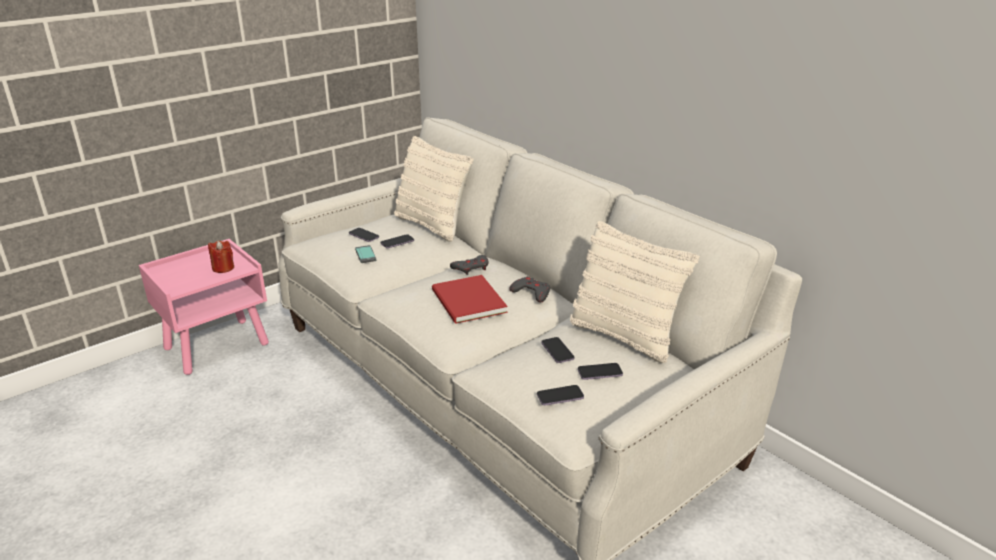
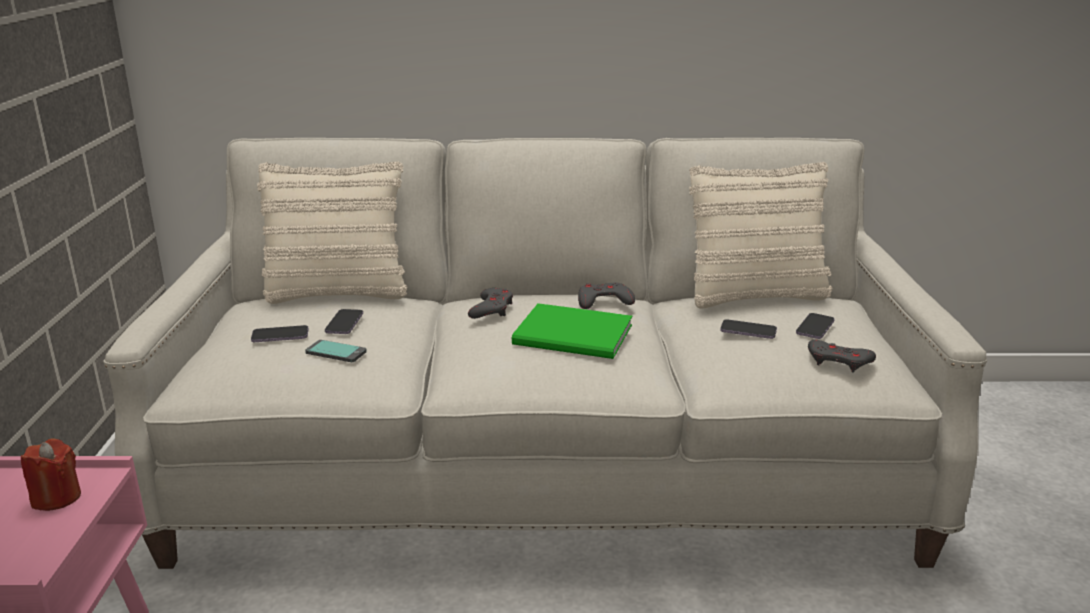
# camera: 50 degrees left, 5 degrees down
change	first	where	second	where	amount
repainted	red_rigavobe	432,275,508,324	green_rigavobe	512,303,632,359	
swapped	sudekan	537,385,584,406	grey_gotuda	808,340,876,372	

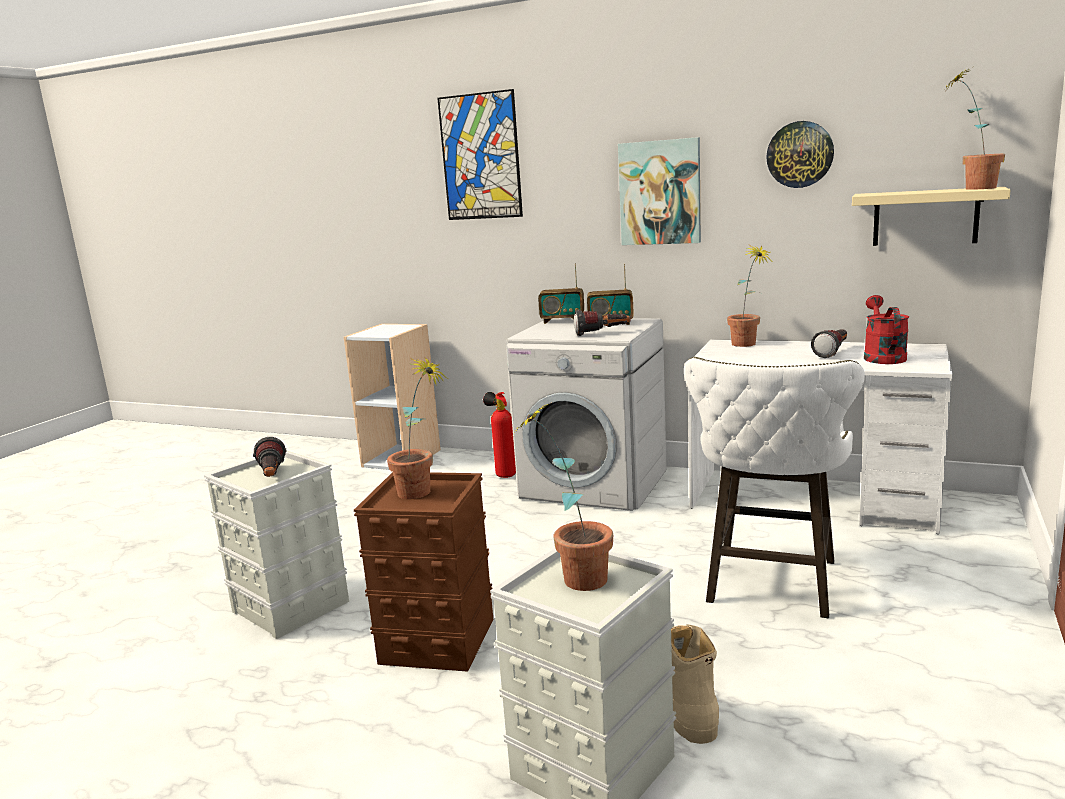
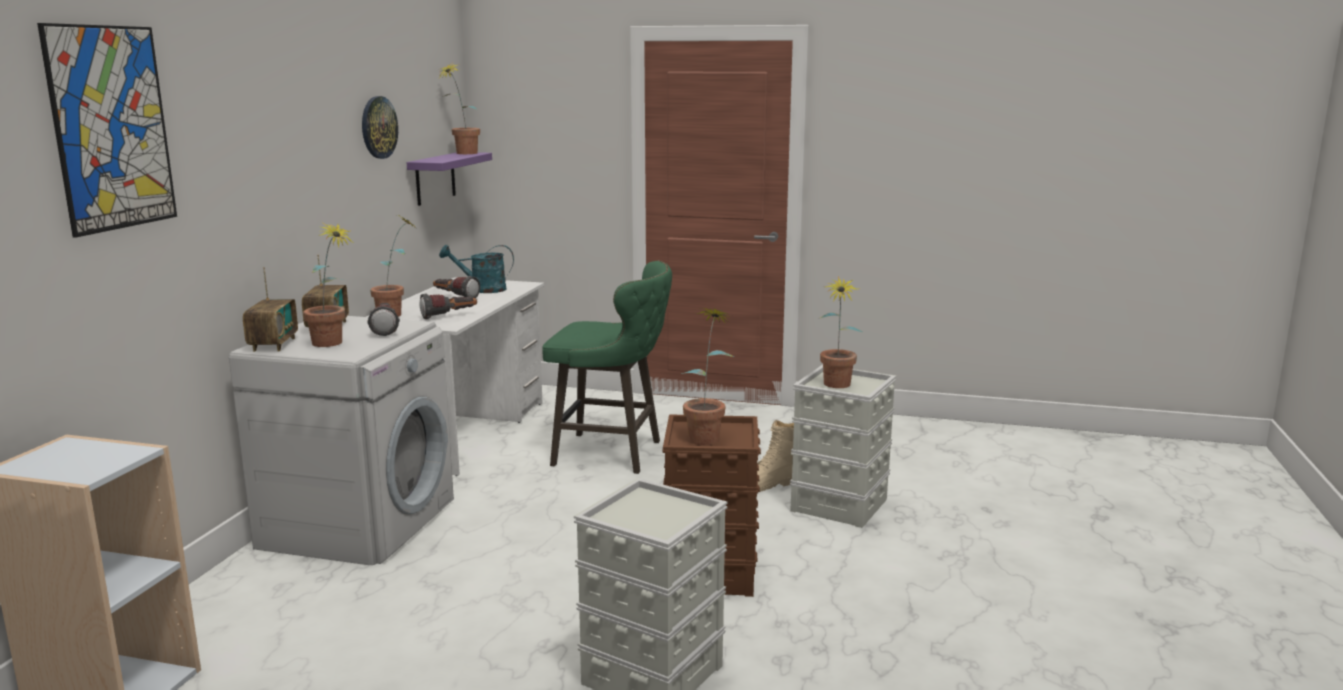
# camera: 100 degrees left, 0 degrees up
change	first	where	second	where	amount
gone	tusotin	618,137,701,245			
repainted	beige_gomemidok	852,187,1011,246	purple_gomemidok	407,152,492,206	
repainted	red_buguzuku	864,295,909,364	turquoise_buguzuku	439,245,514,293	
repainted	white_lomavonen	684,357,865,618	green_lomavonen	542,260,672,474	
gone	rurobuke	483,392,516,478			
shifted	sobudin	253,437,287,477		420,293,477,319	
new			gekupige	303,222,353,347	

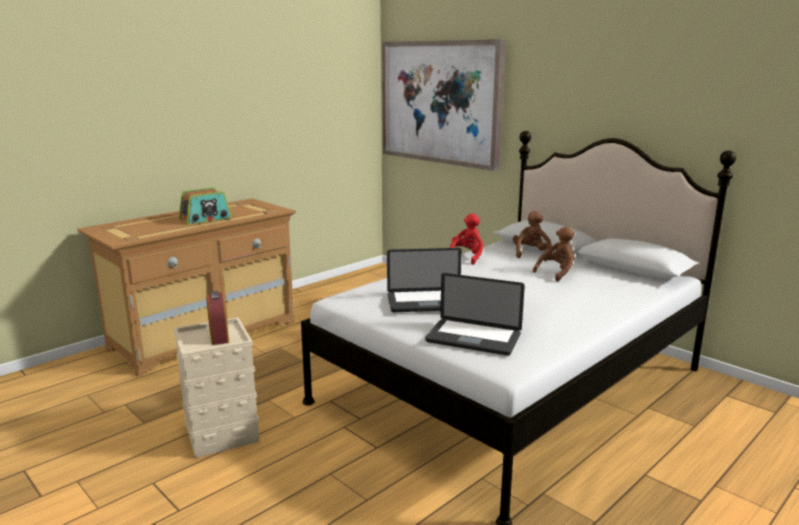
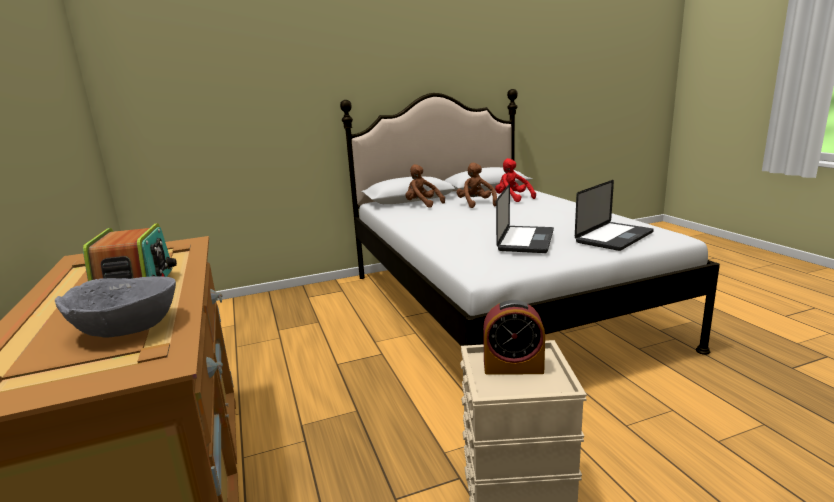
# camera: 65 degrees left, 0 degrees up
change	first	where	second	where	amount
gone	tusotin	382,39,506,171			
shifted	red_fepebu	450,213,484,265		495,158,536,202	
new			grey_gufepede	55,276,176,338	

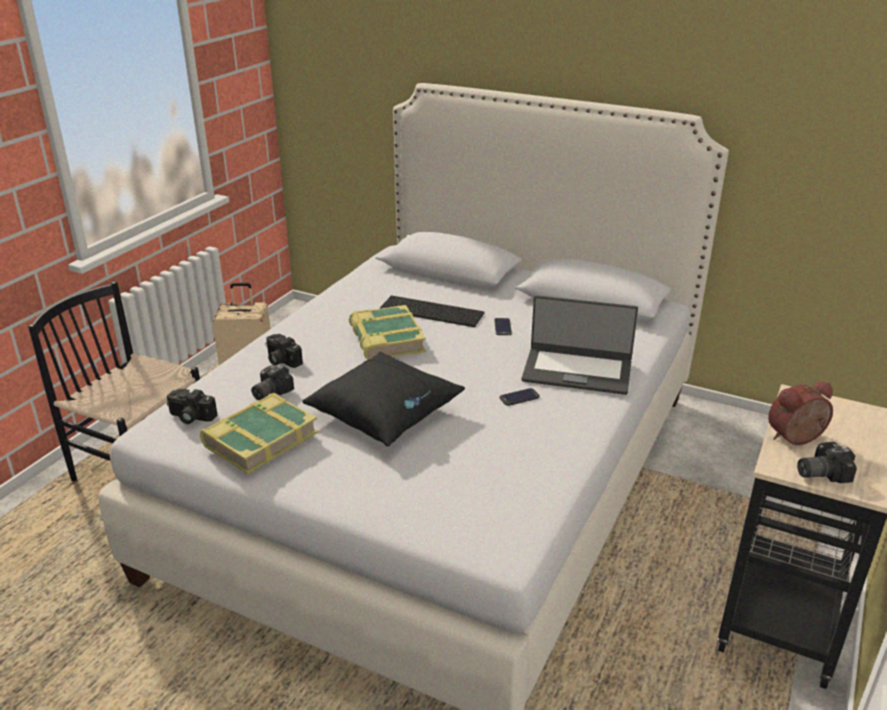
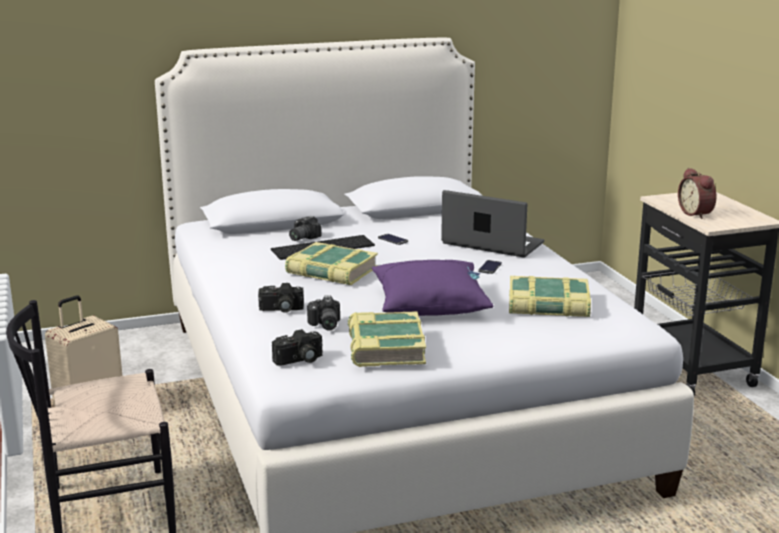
# camera: 45 degrees left, 10 degrees down
change	first	where	second	where	amount
rotated	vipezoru	521,295,638,395		441,190,544,258	120 degrees counterclockwise
repainted	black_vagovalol	302,352,465,446	purple_vagovalol	372,260,494,316	
rotated	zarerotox	768,382,833,445		678,168,716,219	45 degrees counterclockwise
shifted	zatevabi	797,442,857,483		289,216,321,241	
new			rigavobe	509,276,591,317	

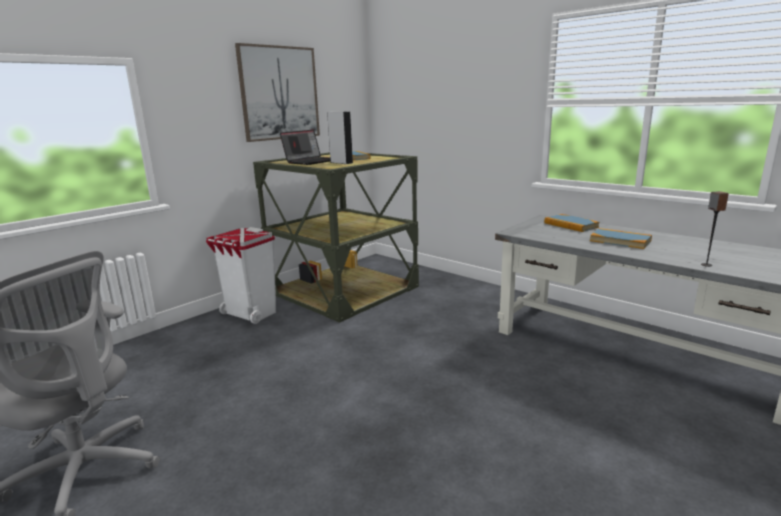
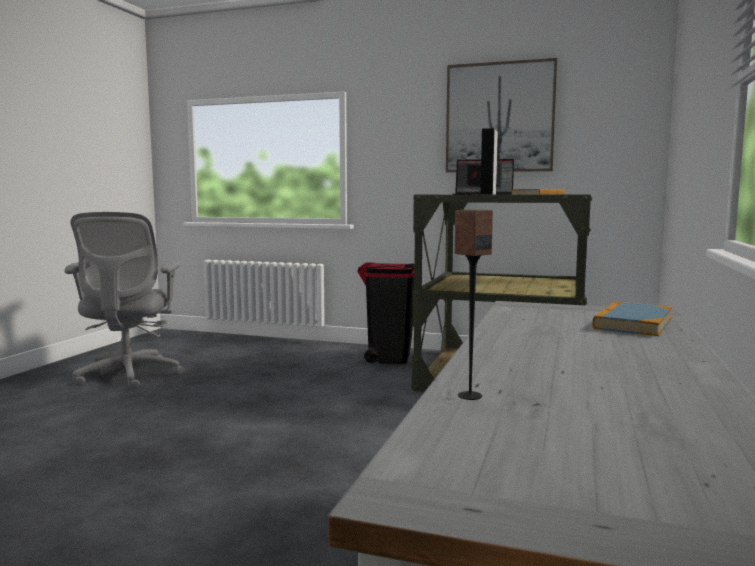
# camera: 65 degrees right, 10 degrees down
change	first	where	second	where	amount
repainted	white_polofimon	206,227,276,324	black_polofimon	357,262,414,364	
gone	rigavobe	590,228,652,249			

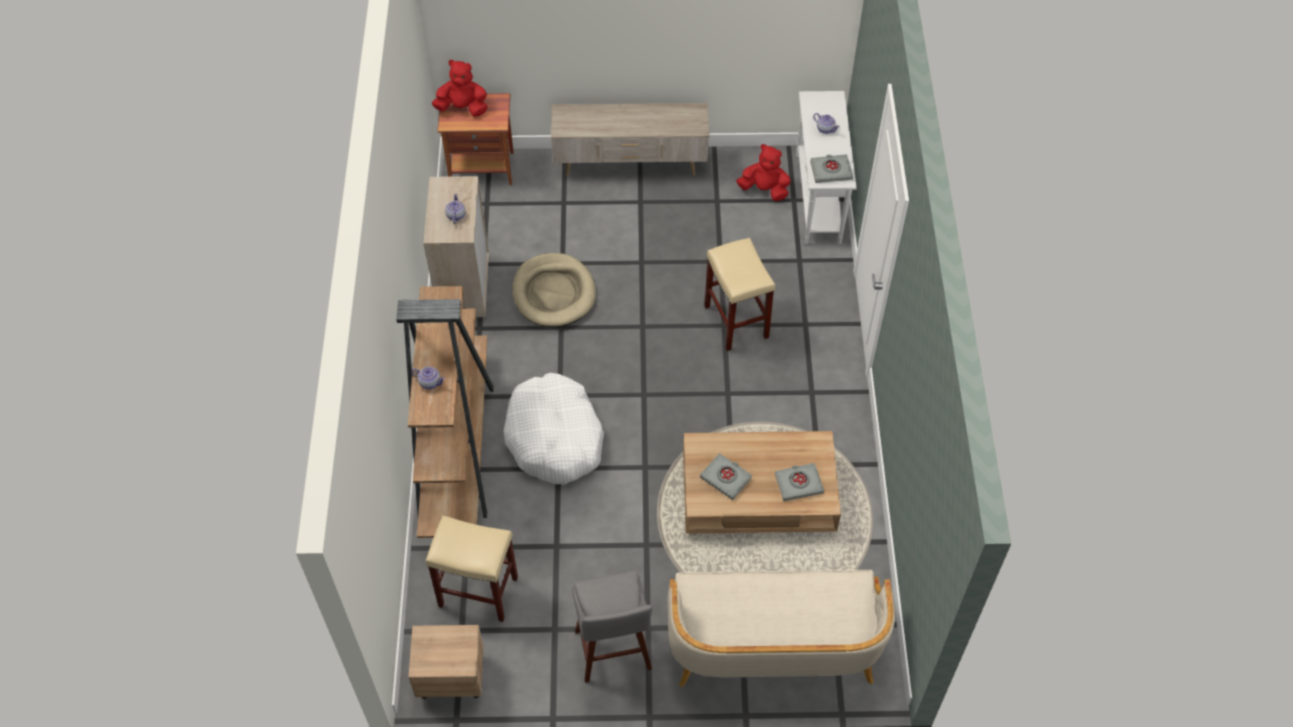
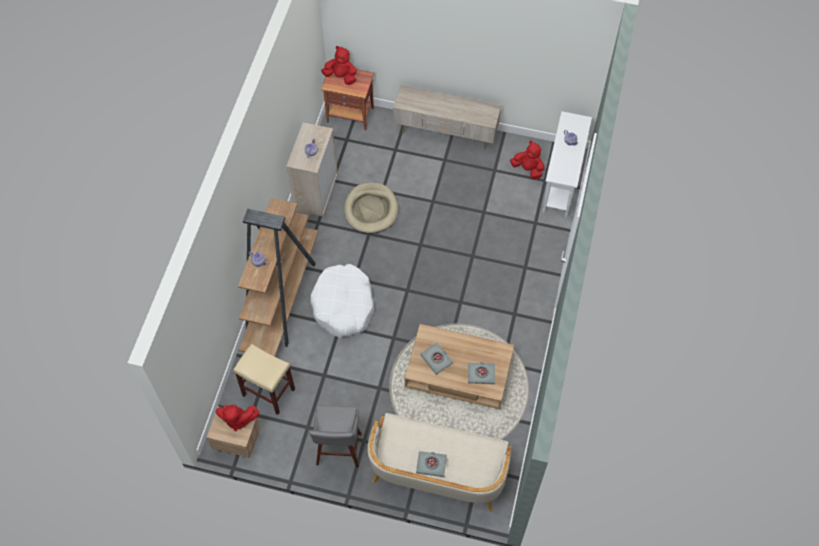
# camera: 15 degrees right, 5 degrees up
change	first	where	second	where	amount
shifted	grey_rigavobe	810,154,853,183		416,451,447,477	
gone	beige_lomavonen	704,238,775,351			
new			red_fepebu	216,404,259,431	

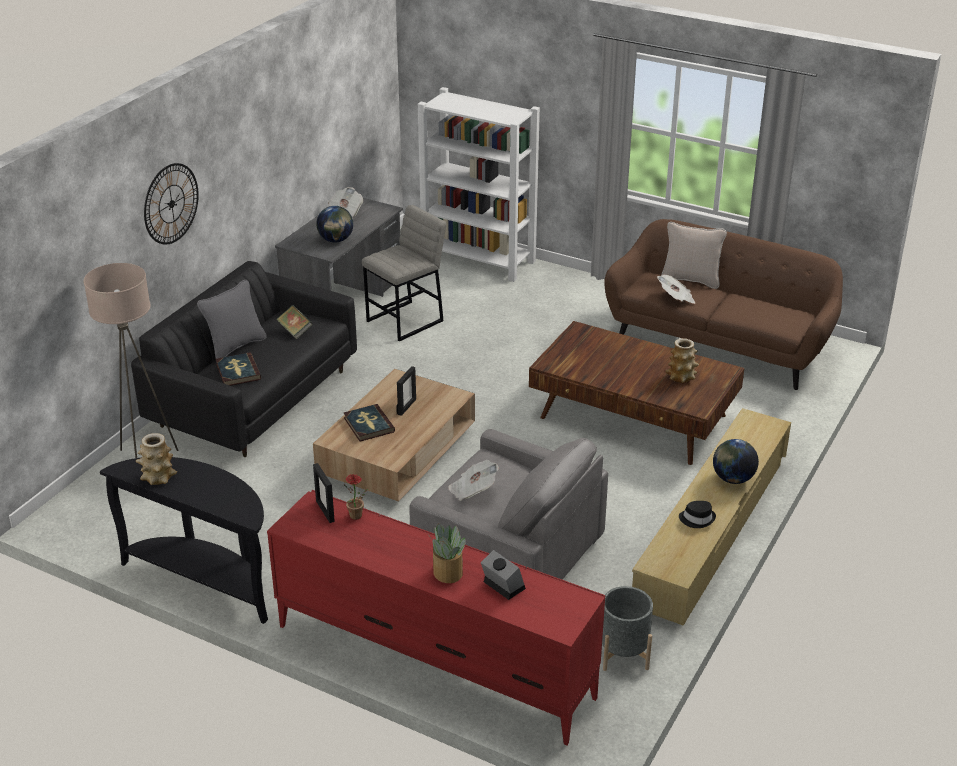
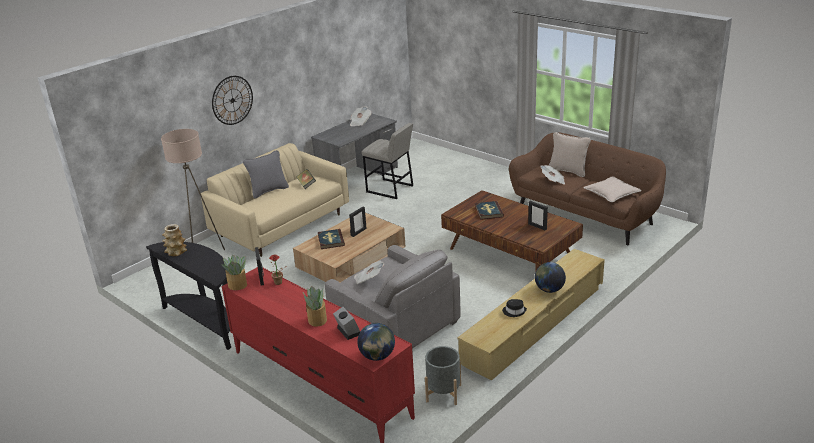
# camera: 15 degrees right, 5 degrees down
change	first	where	second	where	amount
gone	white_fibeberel	418,87,540,282			
rotated	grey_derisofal	362,205,446,342		362,123,413,199	60 degrees clockwise
shifted	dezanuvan	316,206,353,243		357,323,395,361	
repainted	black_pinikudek	131,261,357,457	beige_pinikudek	201,143,349,257	
swapped	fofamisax	665,338,699,383	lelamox	528,201,548,230	
shifted	rigavobe	216,352,261,386		475,201,504,220	
new			beige_vagovalol	584,176,642,202	
new			gekupige	221,255,247,290	

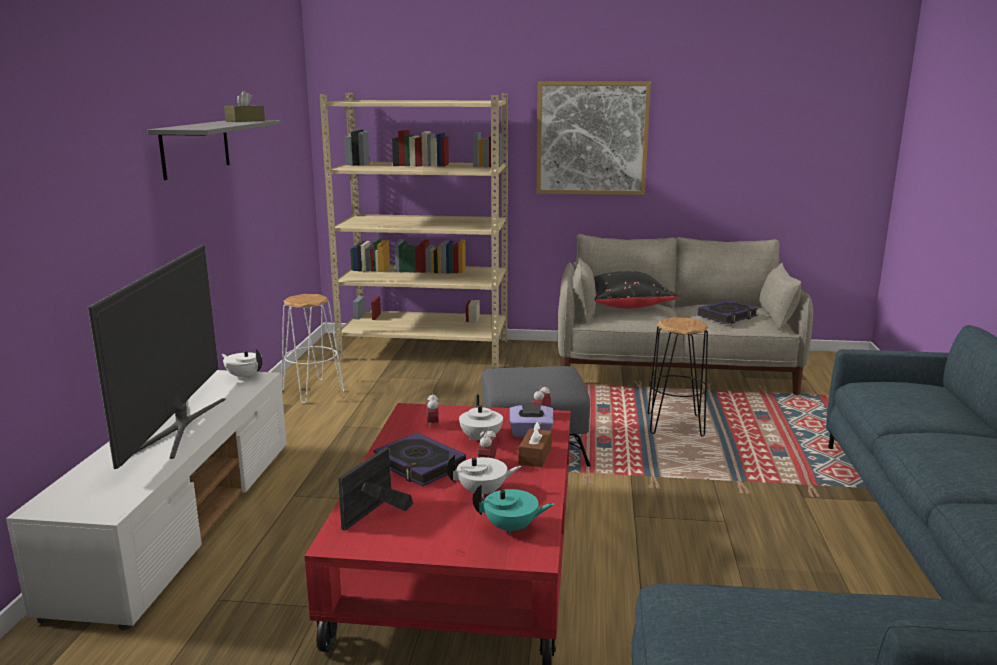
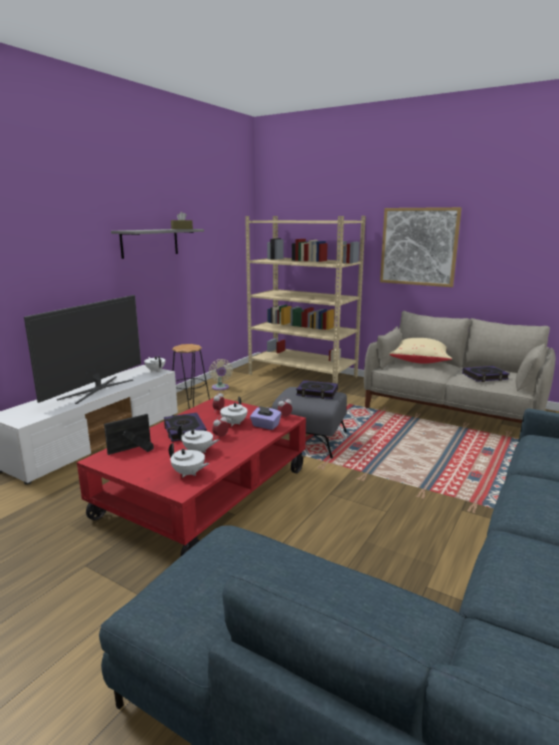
# camera: 25 degrees right, 0 degrees up
change	first	where	second	where	amount
repainted	black_vagovalol	594,271,680,308	beige_vagovalol	389,338,452,364	
swapped	white_lomavonen	281,294,344,403	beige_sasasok	209,359,233,391	
shifted	black_lomavonen	648,317,709,437		172,344,210,409	
gone	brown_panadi	518,421,552,467			
repainted	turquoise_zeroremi	473,484,554,536	white_zeroremi	169,443,209,477	
new			rigavobe	296,380,338,399	

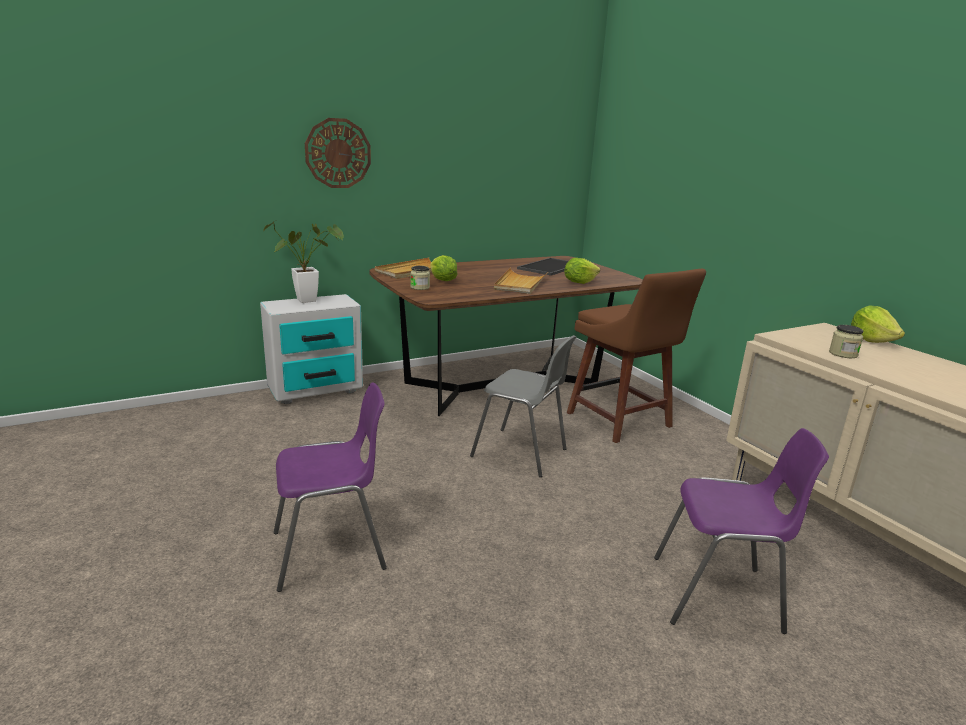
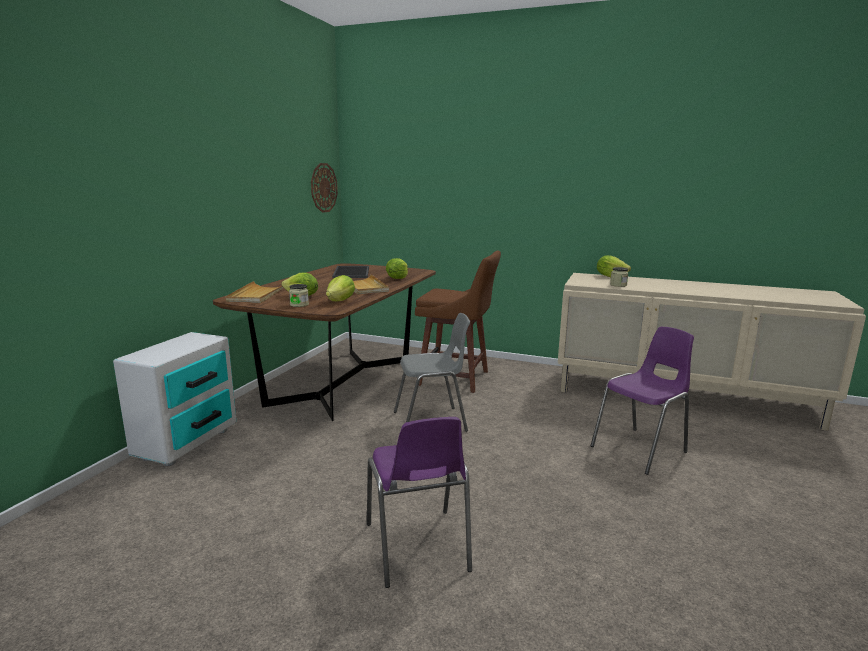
# camera: 40 degrees left, 5 degrees down
change	first	where	second	where	amount
shifted	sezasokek	305,118,371,188		311,163,338,213	
gone	gekupige	263,220,343,303			
rotated	purple_derisofal	273,382,387,592		367,417,472,588	135 degrees clockwise
new			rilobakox	326,275,355,301	

